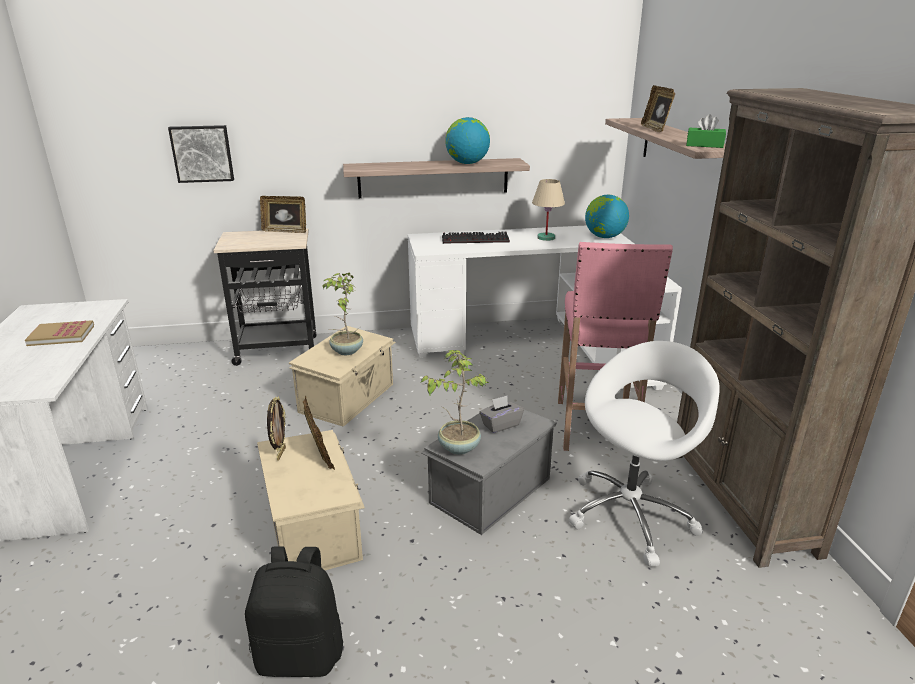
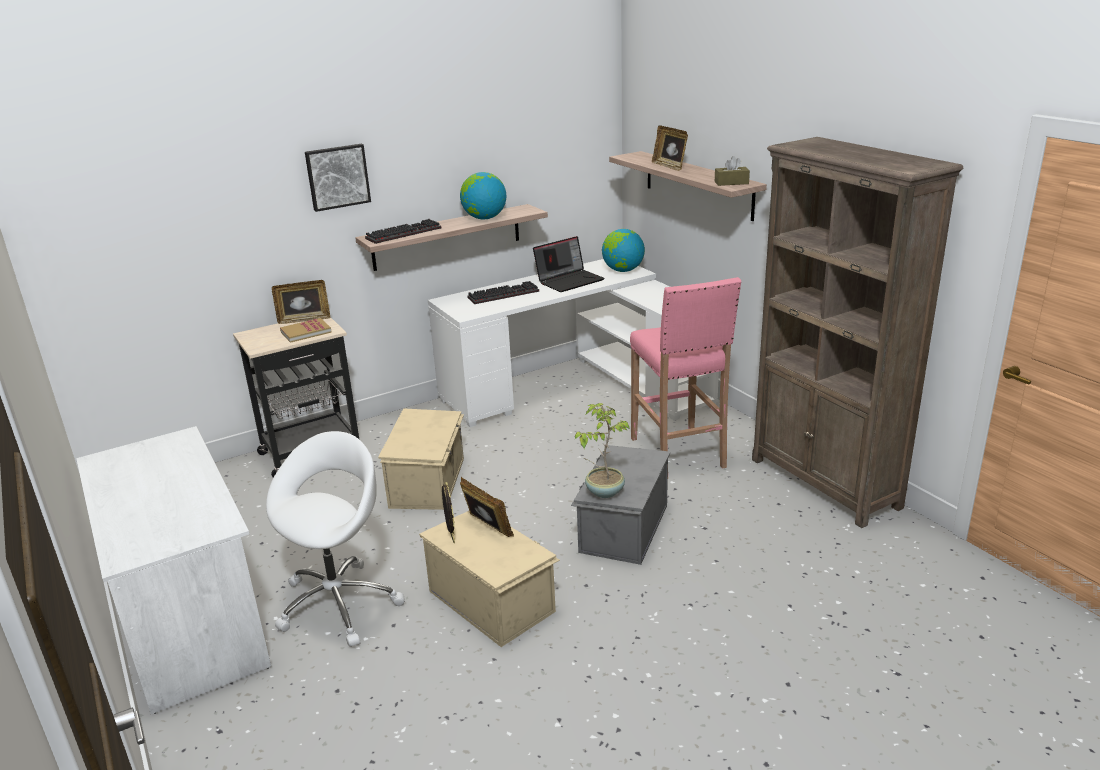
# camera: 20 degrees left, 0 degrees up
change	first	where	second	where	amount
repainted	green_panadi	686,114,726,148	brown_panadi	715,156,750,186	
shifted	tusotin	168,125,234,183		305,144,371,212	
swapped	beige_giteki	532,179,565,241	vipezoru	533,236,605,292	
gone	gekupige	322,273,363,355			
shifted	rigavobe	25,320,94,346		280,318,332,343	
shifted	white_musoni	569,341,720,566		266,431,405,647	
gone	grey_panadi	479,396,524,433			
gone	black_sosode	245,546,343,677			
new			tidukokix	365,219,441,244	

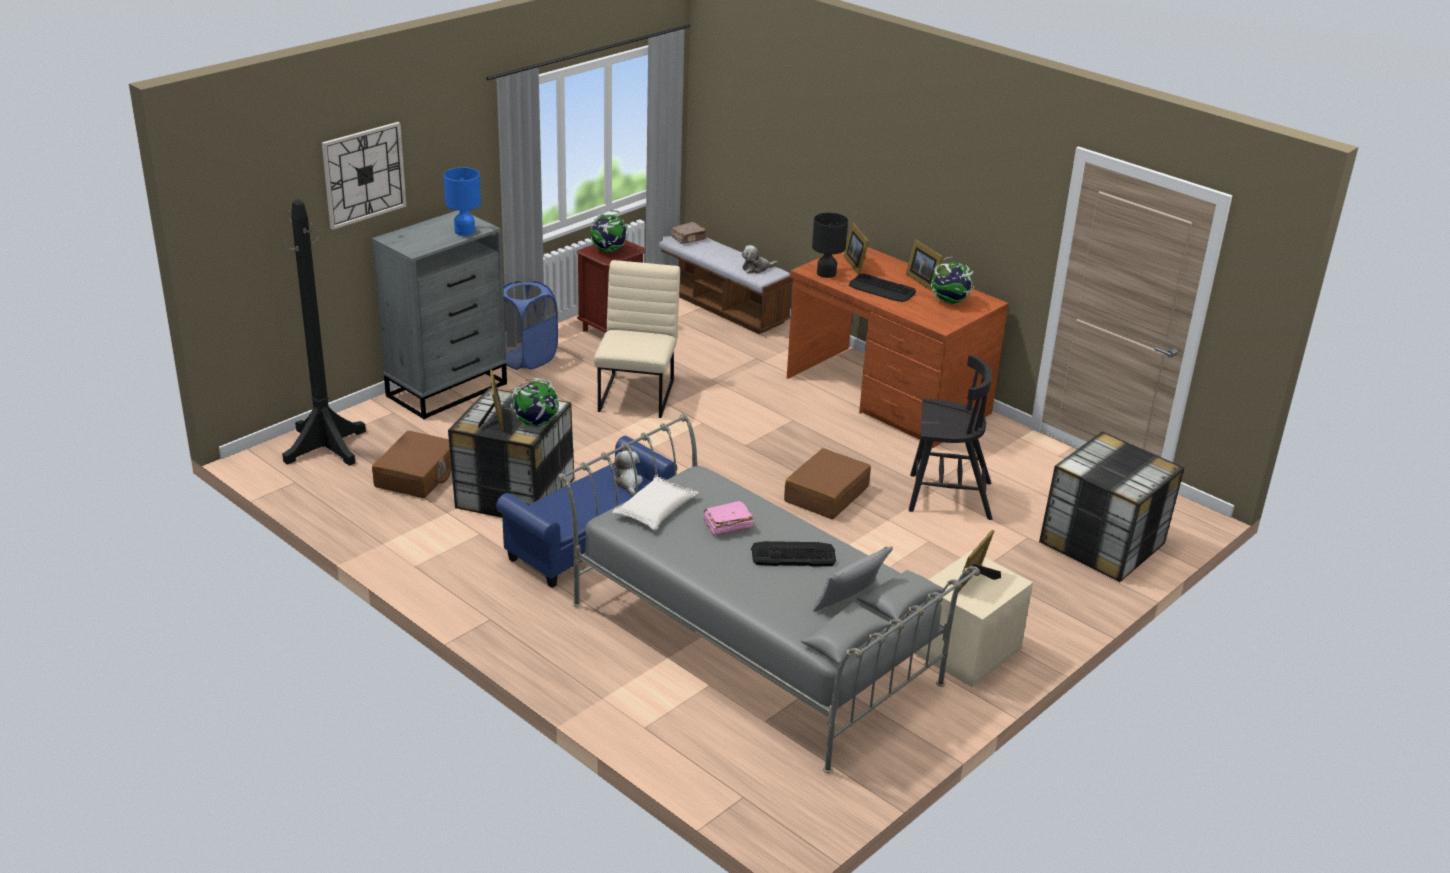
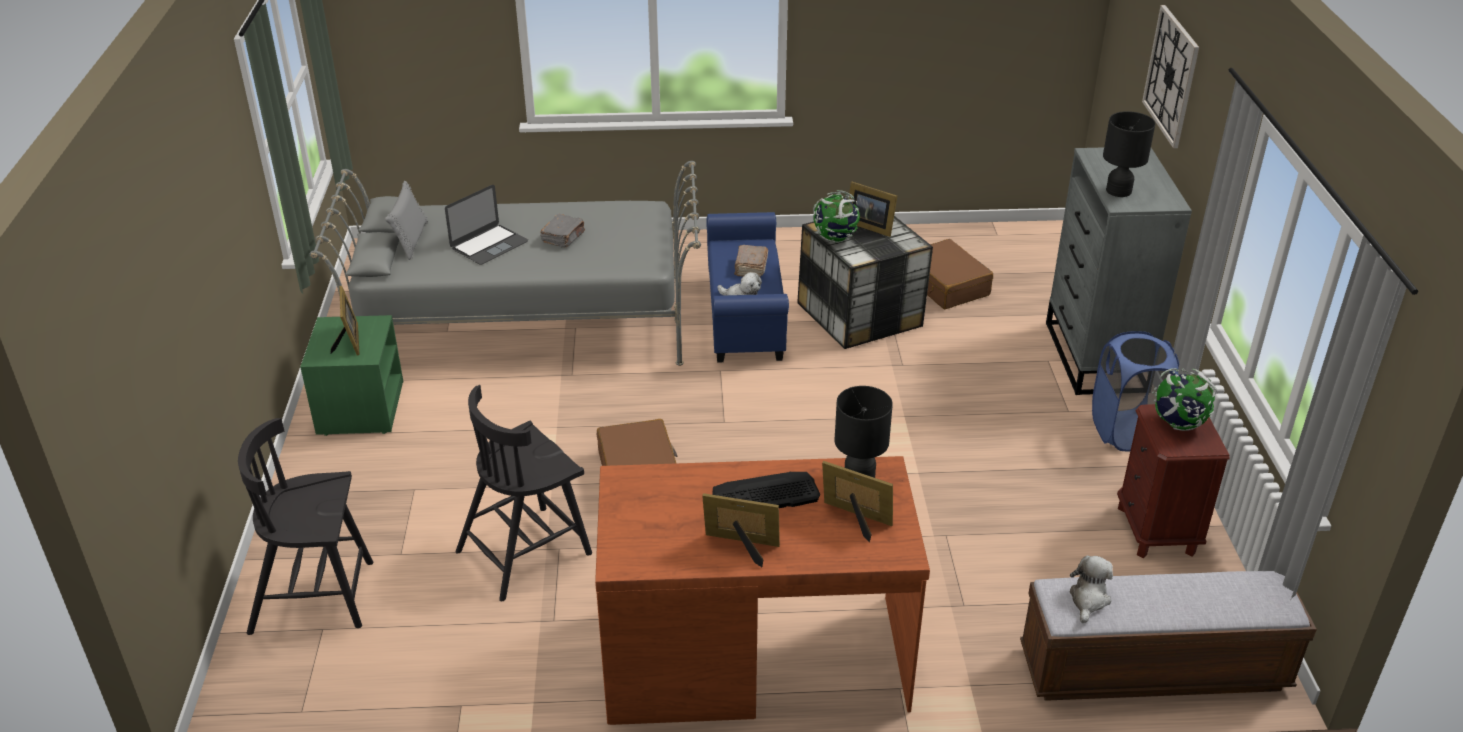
# camera: 135 degrees right, 5 degrees up
change	first	where	second	where	amount
repainted	blue_giteki	444,167,481,236	black_giteki	1103,111,1155,197	
gone	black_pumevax	282,199,366,466			
shifted	brown_rigavobe	671,222,706,244		734,245,768,277	
gone	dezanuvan	931,257,975,304			
gone	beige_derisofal	594,260,680,418			
swapped	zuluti	1039,431,1184,582	black_derisofal	238,418,373,635	
gone	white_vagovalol	612,474,699,530			
repainted	pink_rigavobe	704,501,753,536	grey_rigavobe	540,214,585,247	
swapped	tidukokix	751,541,836,567	vipezoru	445,185,528,265	
repainted	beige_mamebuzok	914,551,1033,687	green_mamebuzok	300,315,403,436	

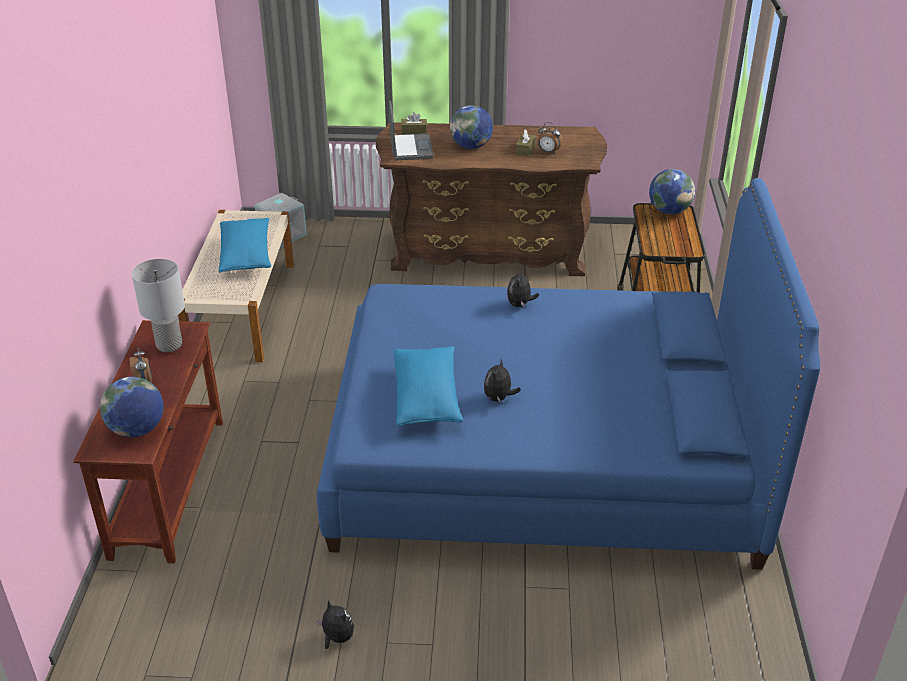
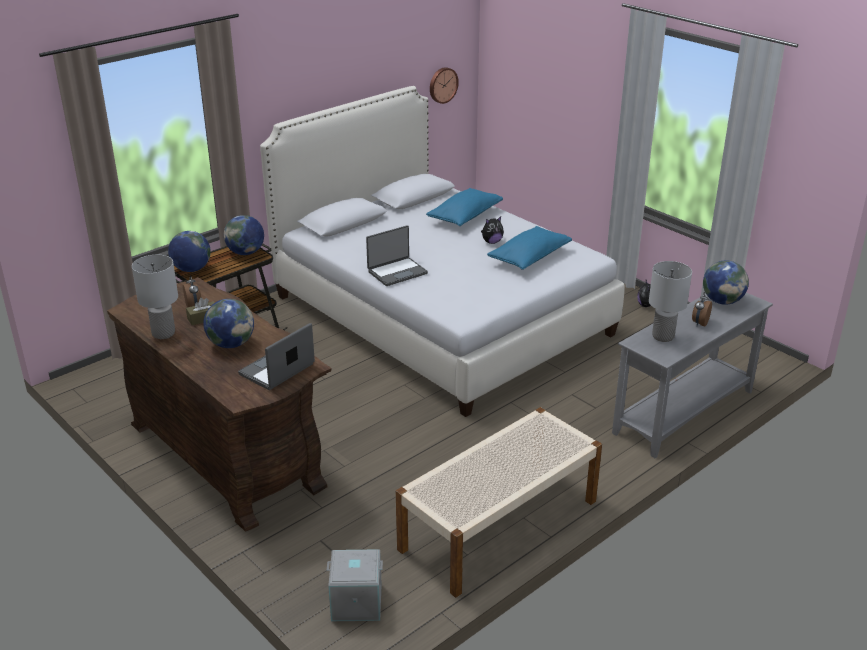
# camera: 135 degrees left, 5 degrees down
change	first	where	second	where	amount
gone	brown_panadi	401,112,427,135			
repainted	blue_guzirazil	317,178,820,570	white_guzirazil	260,86,625,417	
shifted	blue_vagovalol	219,218,271,273		426,188,503,226	
swapped	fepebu	507,268,539,307	vipezoru	366,225,428,286	
repainted	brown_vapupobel	73,320,223,563	grey_vapupobel	612,293,773,458	
new			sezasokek	430,67,459,104	
new			dezanuvan	224,215,264,255	
new			grey_giteki	132,255,178,339	

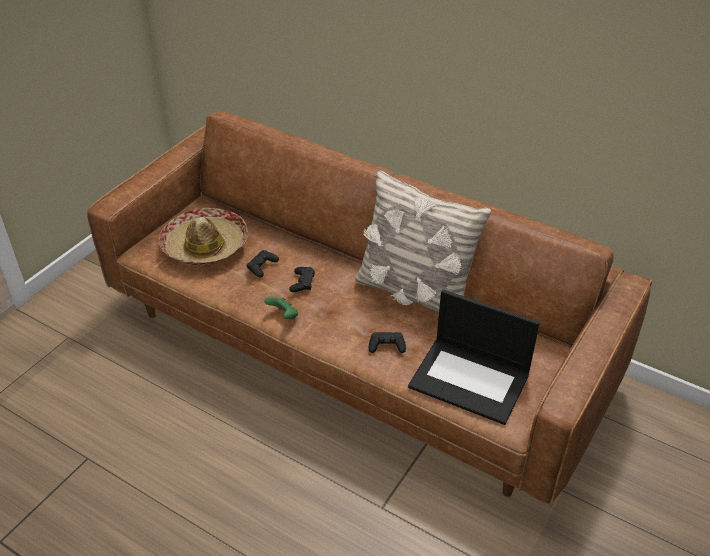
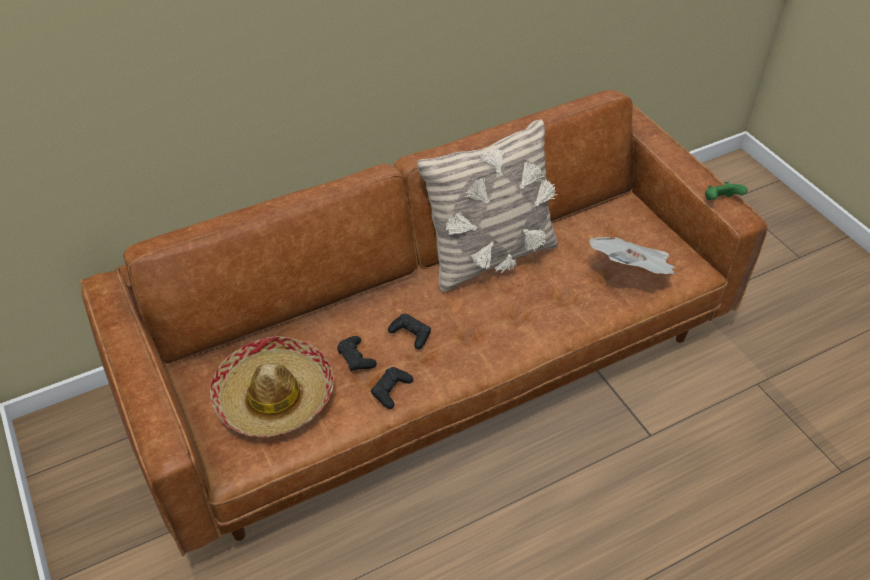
# camera: 60 degrees left, 5 degrees up
change	first	where	second	where	amount
swapped	vipezoru	408,289,540,425	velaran	589,237,675,275	
shifted	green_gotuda	264,297,298,319		705,181,748,200	
shifted	black_gotuda	369,332,406,353		371,367,413,409	

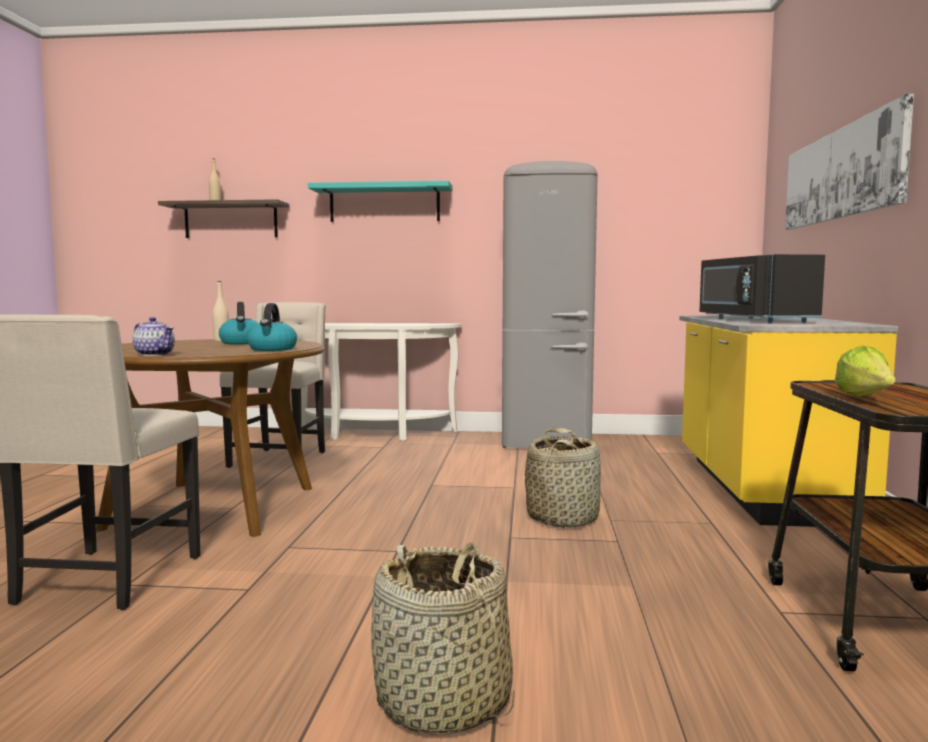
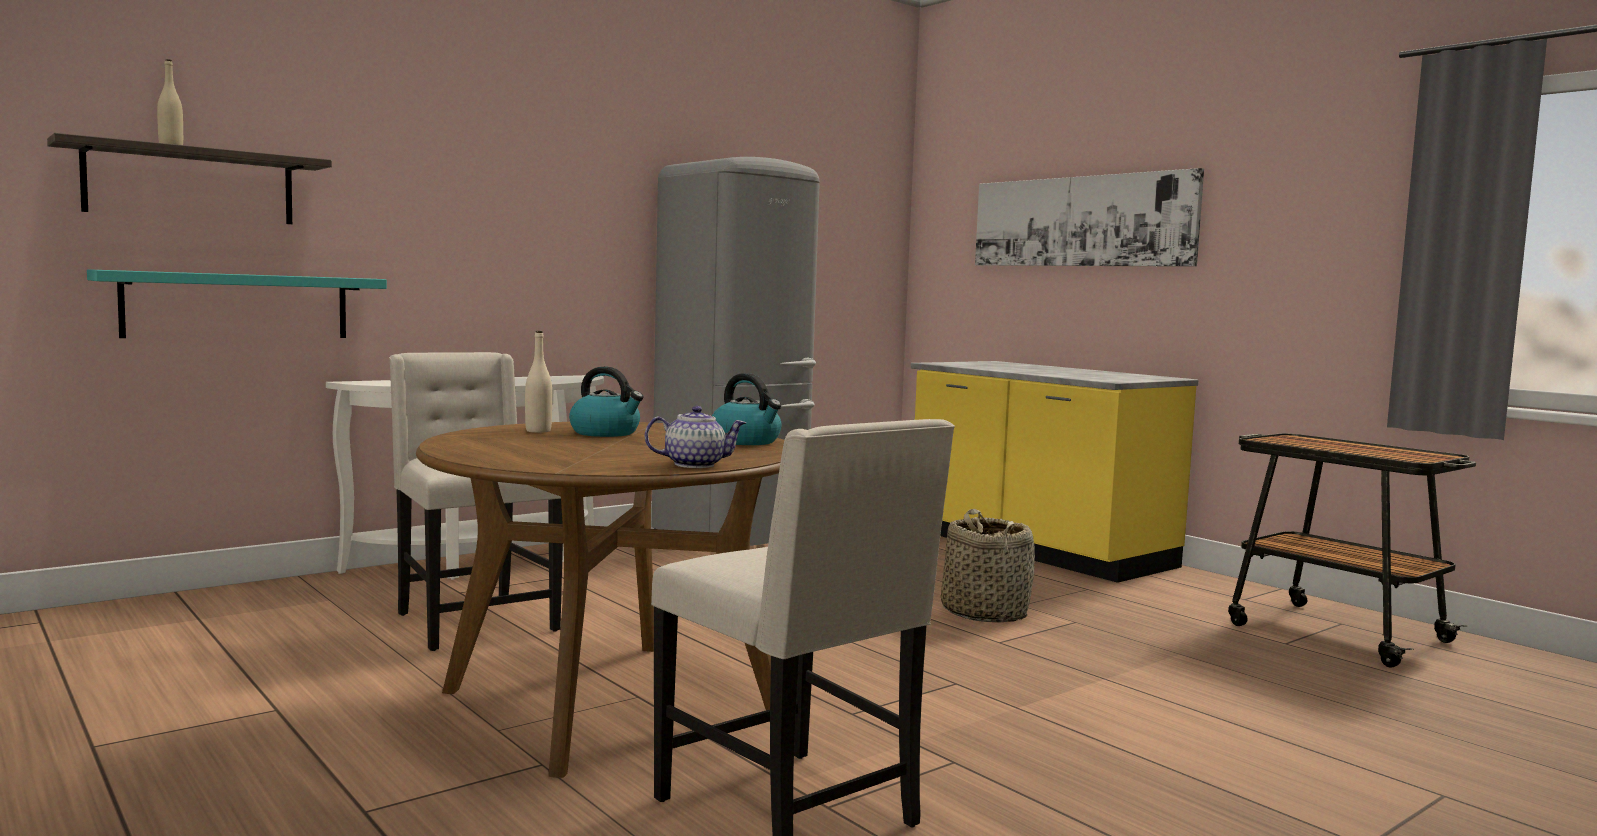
# camera: 45 degrees left, 0 degrees up
change	first	where	second	where	amount
shifted	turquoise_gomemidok	308,181,453,222		87,269,387,338	
gone	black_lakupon	699,254,825,323			
gone	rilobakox	835,346,896,396			
gone	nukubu	371,542,515,735			

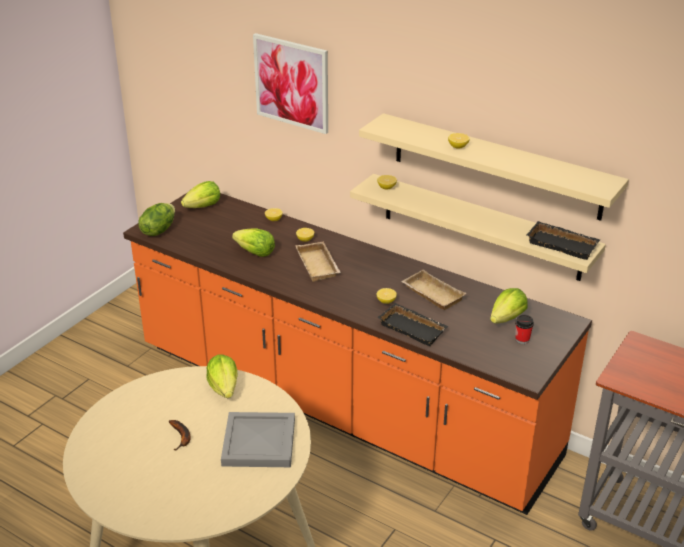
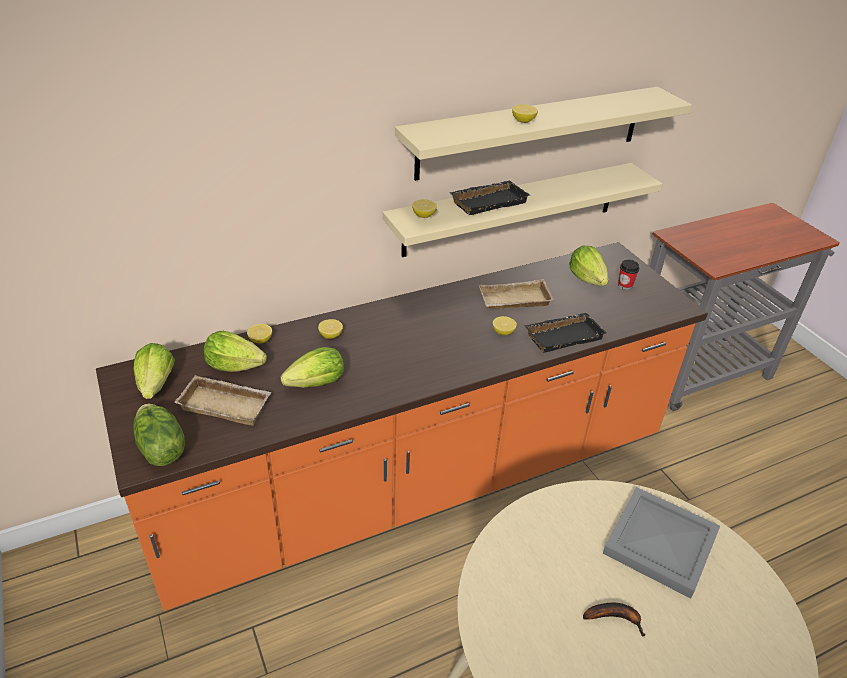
# camera: 60 degrees left, 5 degrees up
change	first	where	second	where	amount
gone	tusotin	253,33,328,134			
shifted	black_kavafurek	527,221,600,260		449,181,530,215	
shifted	beige_kavafurek	295,241,341,282		174,375,272,426	
shifted	rilobakox	206,355,237,398		204,331,267,372	

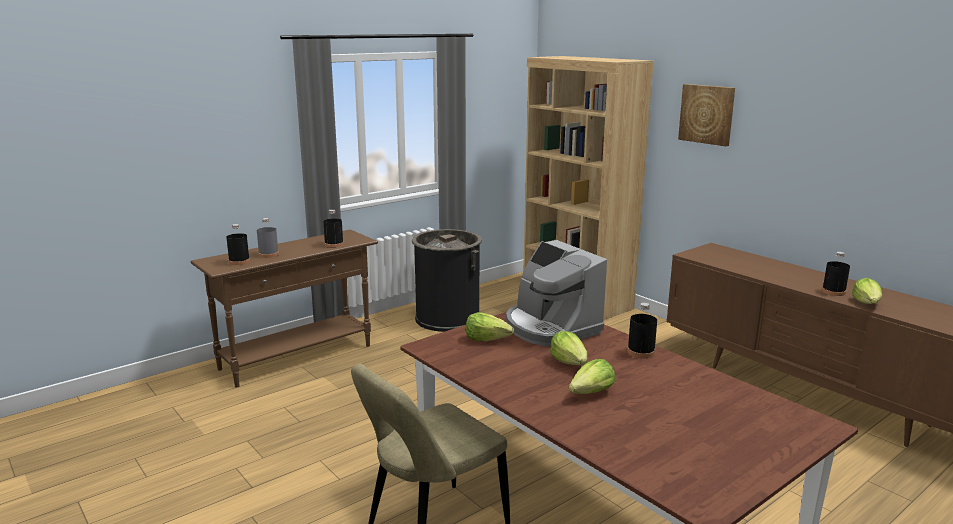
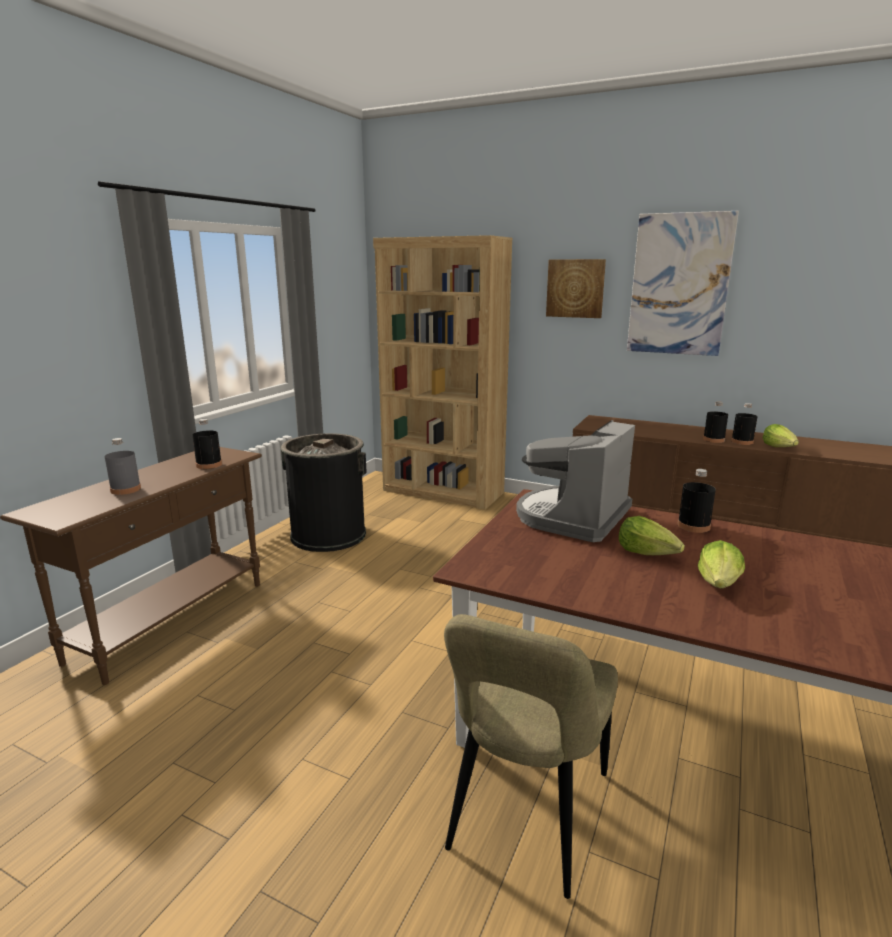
# camera: 25 degrees left, 0 degrees up
change	first	where	second	where	amount
shifted	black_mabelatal	226,224,250,265		703,401,728,443	
rotated	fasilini	506,240,607,346		516,420,635,542	90 degrees clockwise
gone	rilobakox	465,312,514,341			
new			tusotin	627,211,739,356	

